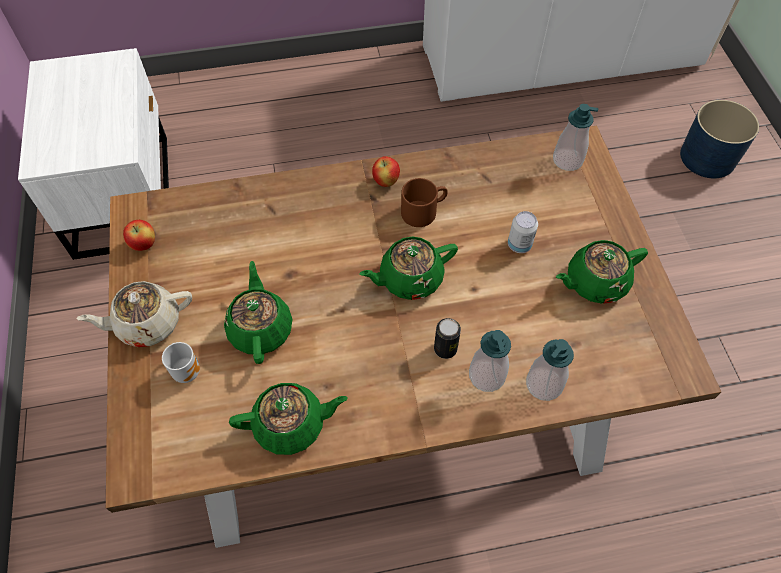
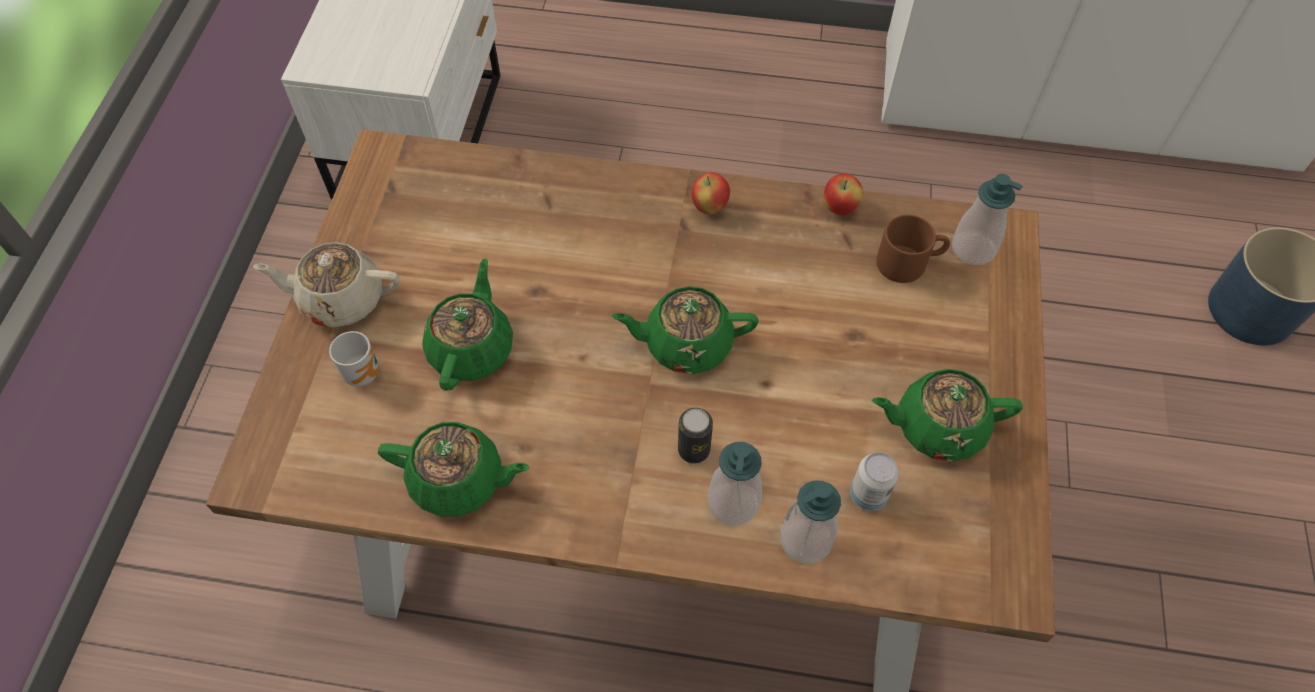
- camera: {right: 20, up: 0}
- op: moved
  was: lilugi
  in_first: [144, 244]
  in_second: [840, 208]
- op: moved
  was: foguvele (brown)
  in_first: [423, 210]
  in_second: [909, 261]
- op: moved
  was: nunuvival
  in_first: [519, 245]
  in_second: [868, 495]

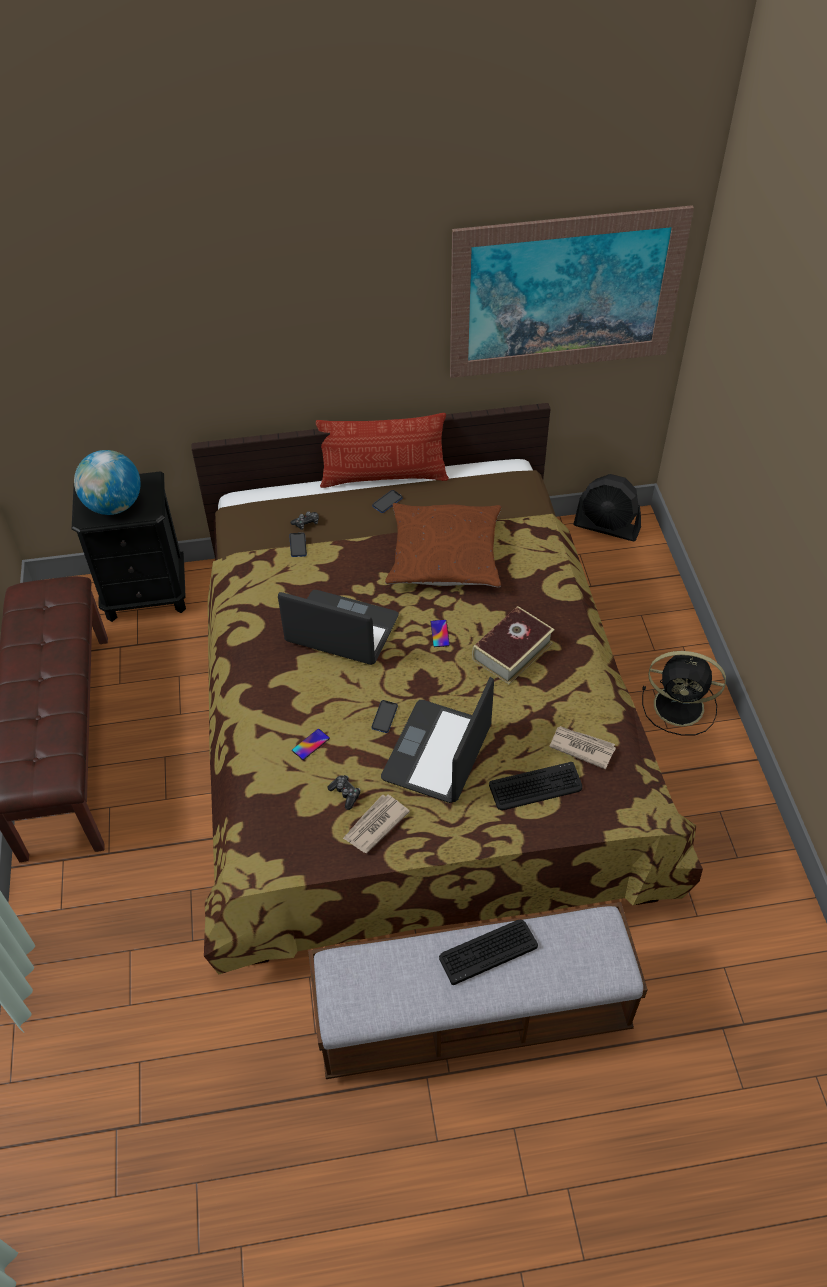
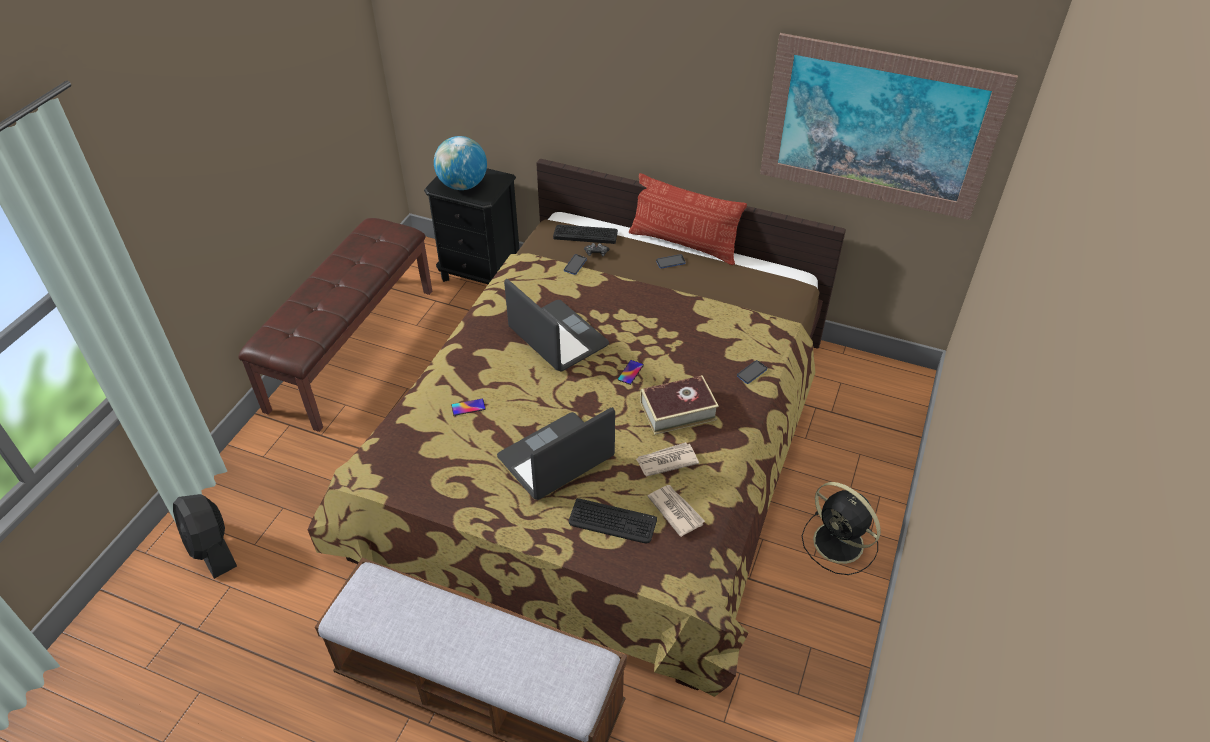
- camera: {right: 30, up: -5}
- op: removed
  was: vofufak
  in_first: [345, 794]
- op: removed
  was: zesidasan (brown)
  in_first: [444, 555]
- op: moved
  was: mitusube
  in_first: [375, 825]
  in_second: [666, 461]
- op: moved
  was: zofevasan
  in_first: [384, 717]
  in_second: [752, 372]
- op: moved
  was: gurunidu
  in_first: [487, 951]
  in_second: [585, 234]
- op: moved
  was: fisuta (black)
  in_first: [607, 527]
  in_second: [212, 548]

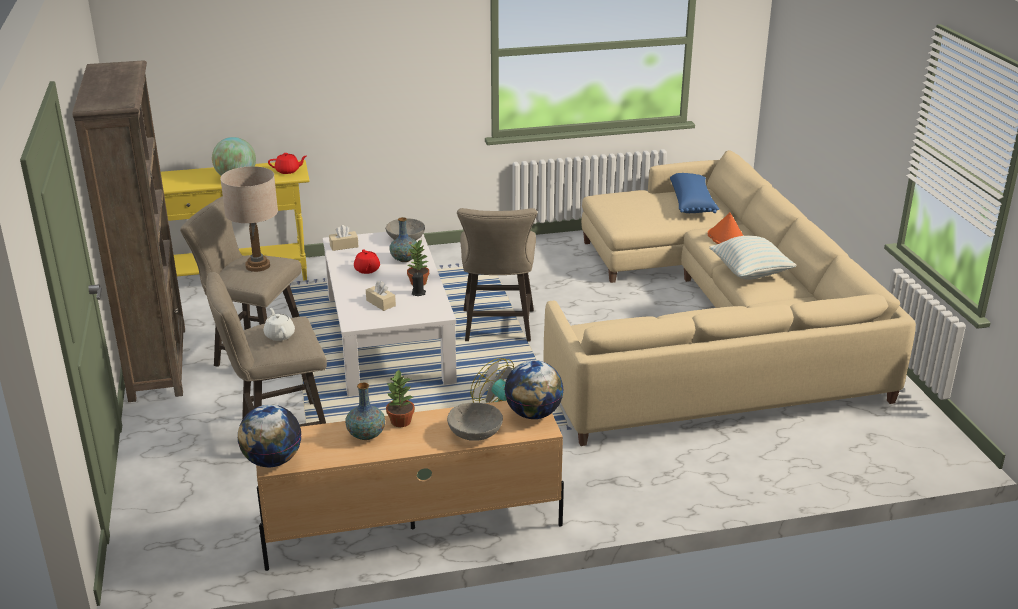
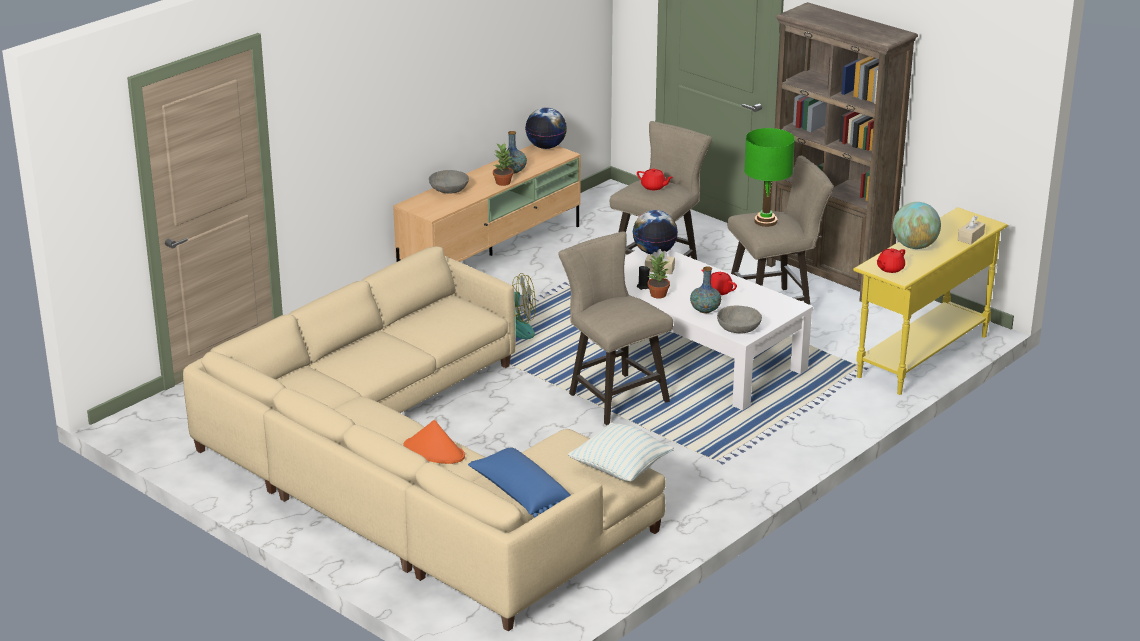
- camera: {right: 145, up: 0}
- op: moved
  was: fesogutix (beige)
  in_first: [344, 246]
  in_second: [970, 237]
- op: moved
  was: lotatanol
  in_first: [533, 414]
  in_second: [654, 252]
- op: moved
  was: zesidasan
  in_first: [750, 272]
  in_second: [620, 470]
- op: recoloured
  was: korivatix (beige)
  now: korivatix (green)
  in_first: [258, 266]
  in_second: [765, 221]
- op: recoloured
  was: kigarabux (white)
  now: kigarabux (red)
  in_first: [279, 335]
  in_second: [654, 187]

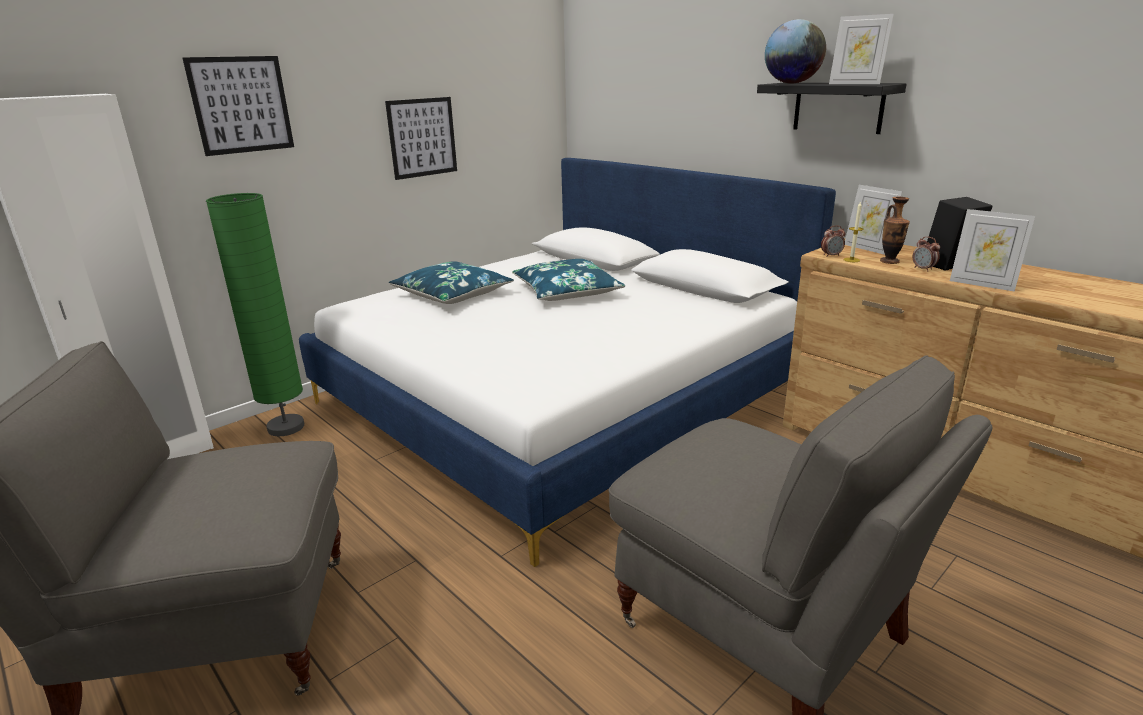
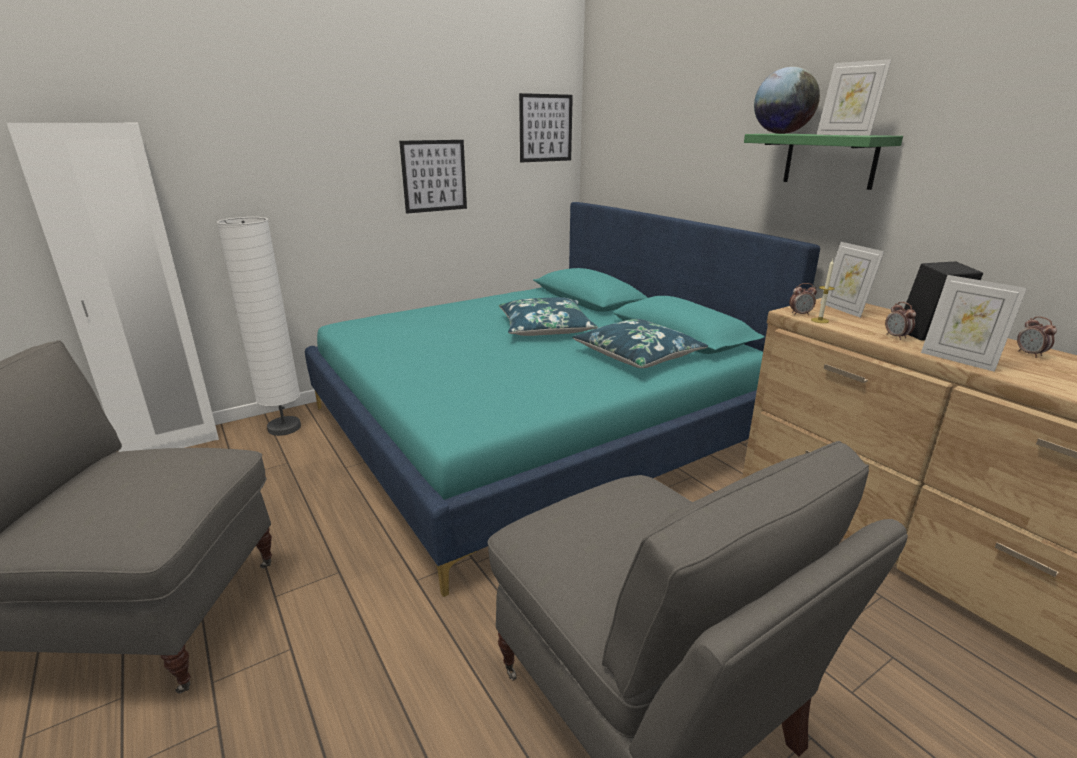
- camera: {right: 10, up: 0}
- op: removed
  was: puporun
  in_first: [889, 261]
- op: added
  now: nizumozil
  in_second: [1030, 354]
- op: moved
  was: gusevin
  in_first: [241, 105]
  in_second: [545, 128]
- op: moved
  was: zesidasan (blue)
  in_first: [452, 295]
  in_second: [638, 356]
- op: recoloured
  was: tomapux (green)
  now: tomapux (white)
  in_first: [286, 427]
  in_second: [284, 428]
- op: recoloured
  was: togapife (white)
  now: togapife (turquoise)
  in_first: [561, 397]
  in_second: [534, 427]
- op: recoloured
  was: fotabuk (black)
  now: fotabuk (green)
  in_first: [838, 107]
  in_second: [829, 160]

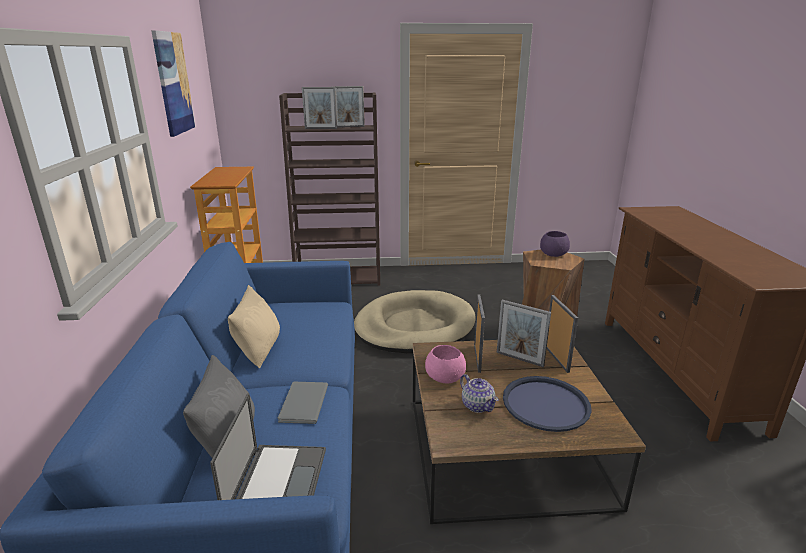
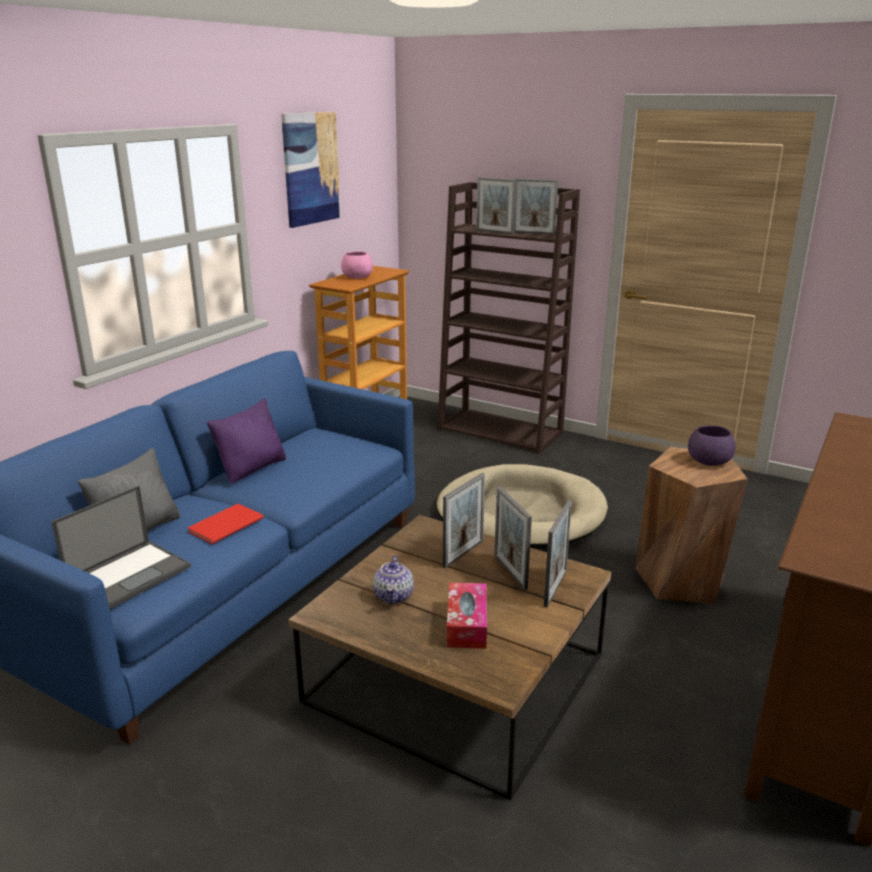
- camera: {right: 35, up: 0}
- op: moved
  was: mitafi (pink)
  in_first: [445, 377]
  in_second: [357, 277]
- op: replaced
  was: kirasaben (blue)
  now: fesogutix
  in_first: [545, 404]
  in_second: [466, 624]
- op: recoloured
  was: zesidasan (beige)
  now: zesidasan (purple)
  in_first: [258, 350]
  in_second: [252, 468]
- op: recoloured
  was: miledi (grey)
  now: miledi (red)
  in_first: [302, 404]
  in_second: [223, 525]

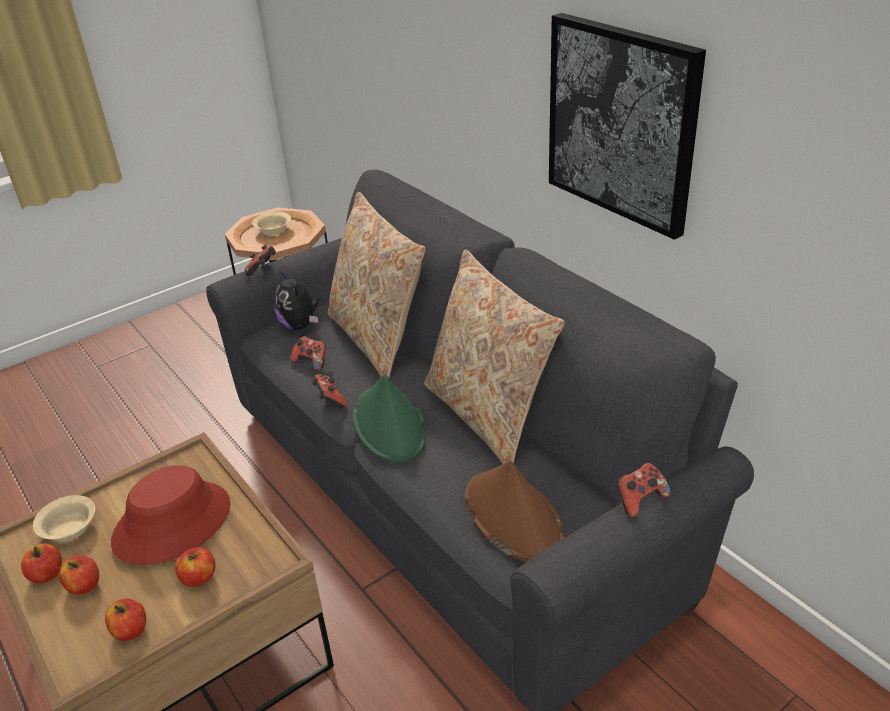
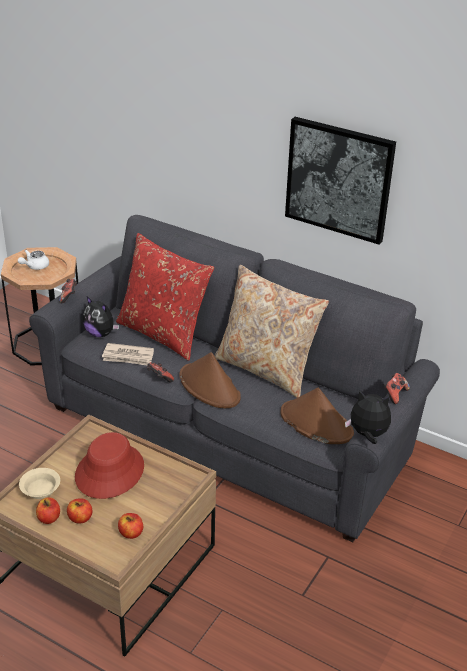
- camera: {right: -25, up: 0}
- op: removed
  was: lilugi
  in_first: [199, 577]
- op: added
  now: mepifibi
  in_second: [367, 435]
- op: replaced
  was: mitafi (beige)
  now: kigarabux (white)
  in_first: [273, 230]
  in_second: [34, 266]
- op: replaced
  was: vofufak
  now: mitusube
  in_first: [311, 362]
  in_second: [128, 357]
- op: recoloured
  was: zesidasan (beige)
  now: zesidasan (red)
  in_first: [378, 338]
  in_second: [163, 333]
- op: recoloured
  was: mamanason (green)
  now: mamanason (brown)
  in_first: [389, 426]
  in_second: [210, 387]

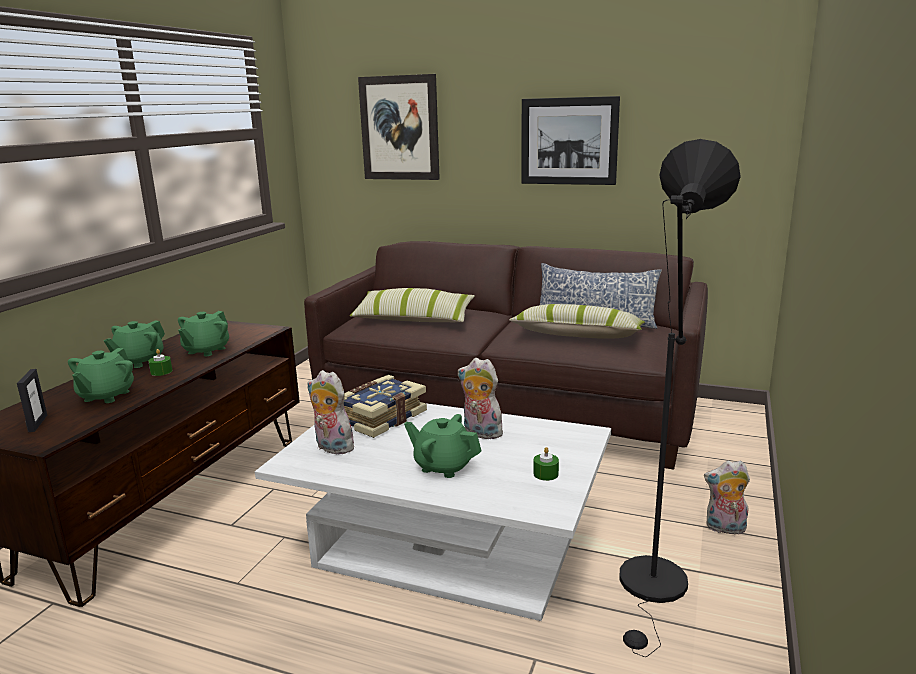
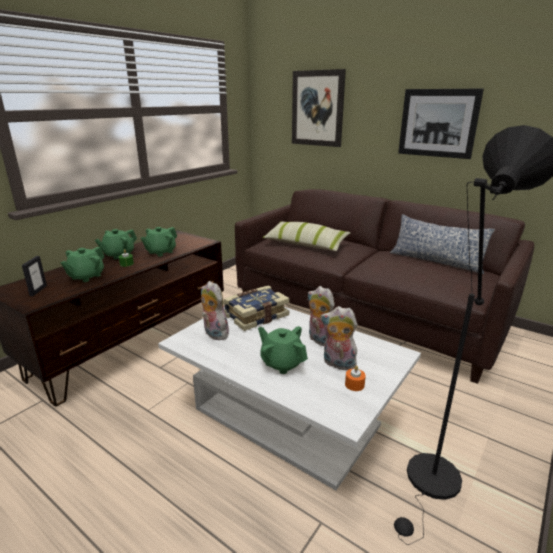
- camera: {right: 15, up: 5}
- op: removed
  was: zesidasan
  in_first: [577, 335]
- op: moved
  was: mepifibi
  in_first: [724, 528]
  in_second: [337, 364]
- op: recoloured
  was: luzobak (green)
  now: luzobak (orange)
  in_first: [545, 474]
  in_second: [354, 384]

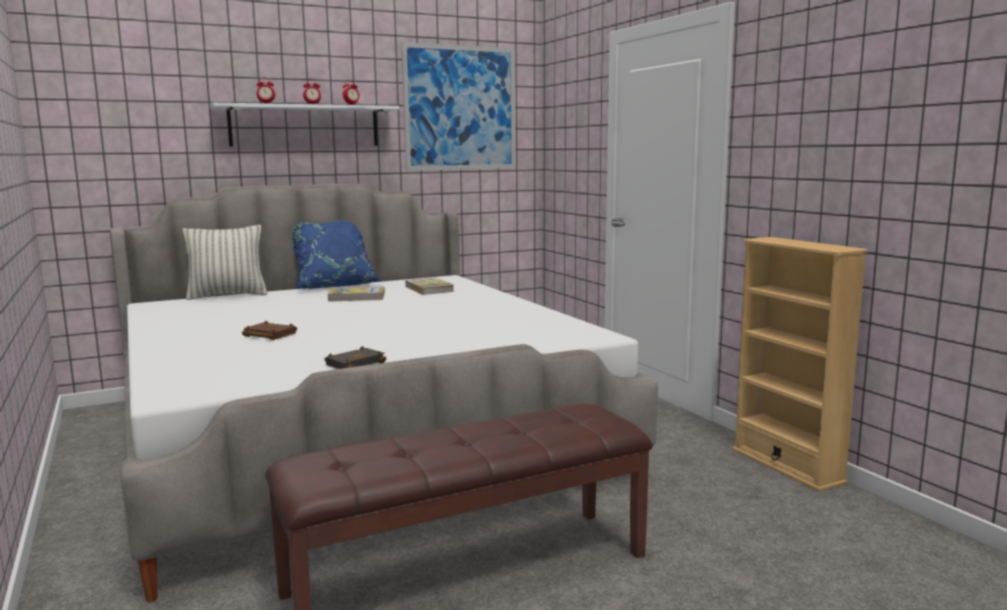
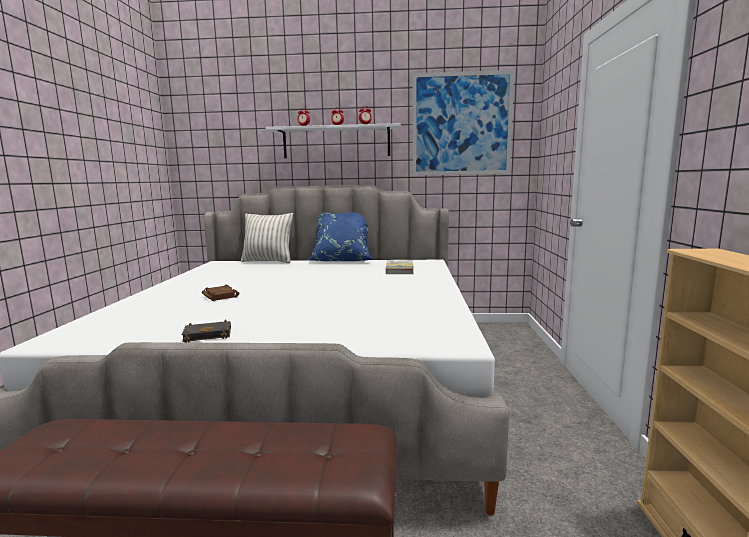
- camera: {right: 30, up: 0}
- op: removed
  was: miledi
  in_first: [357, 297]

